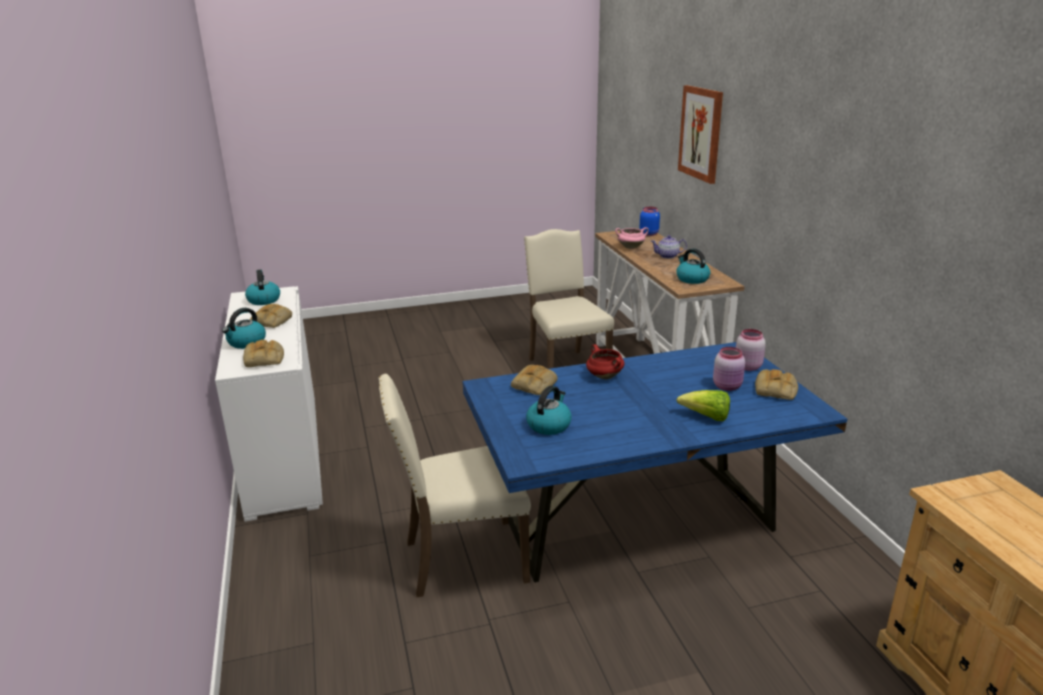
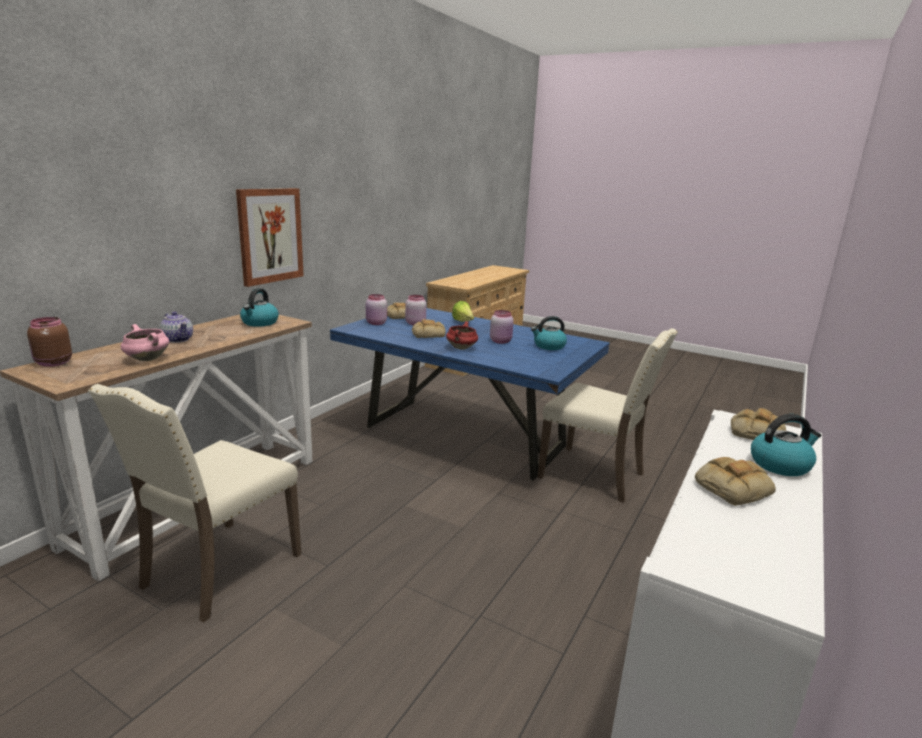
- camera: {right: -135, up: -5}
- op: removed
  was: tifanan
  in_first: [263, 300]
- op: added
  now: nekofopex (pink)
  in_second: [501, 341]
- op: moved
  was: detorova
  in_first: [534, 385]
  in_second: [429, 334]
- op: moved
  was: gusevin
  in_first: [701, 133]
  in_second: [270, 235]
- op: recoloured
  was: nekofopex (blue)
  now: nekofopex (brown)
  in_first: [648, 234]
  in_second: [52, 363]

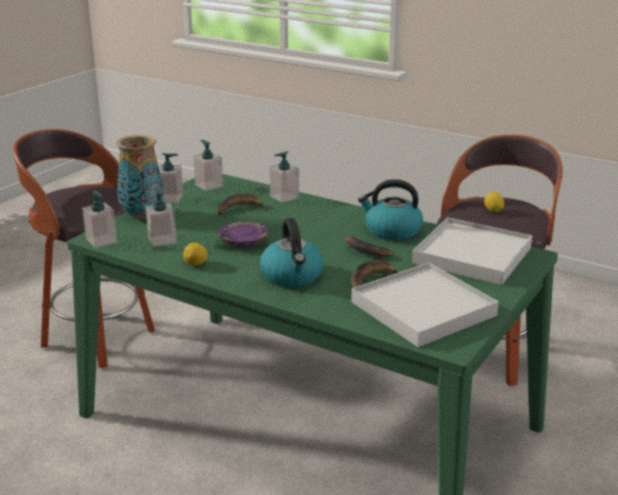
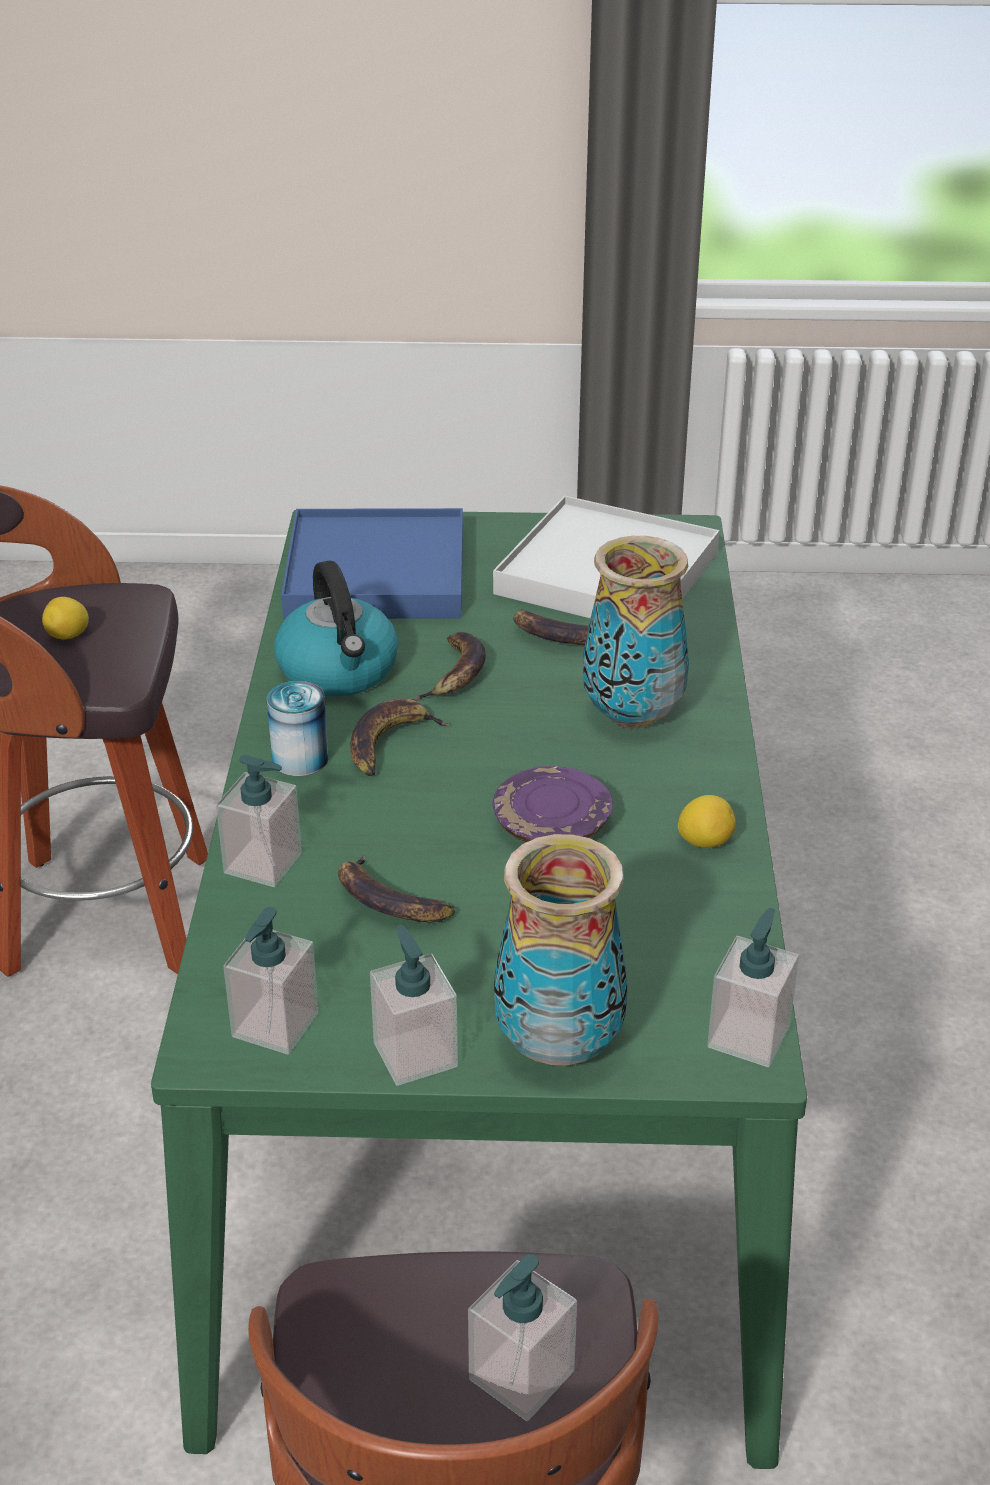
- camera: {right: -120, up: 10}
- op: added
  now: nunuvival
  in_second: [300, 759]
- op: added
  now: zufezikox
  in_second: [390, 743]
- op: moved
  was: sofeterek
  in_first: [162, 240]
  in_second: [521, 1376]
- op: replaced
  was: tifanan
  now: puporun
  in_first: [292, 276]
  in_second: [631, 716]
- op: recoloured
  was: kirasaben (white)
  now: kirasaben (blue)
  in_first: [472, 255]
  in_second: [377, 573]

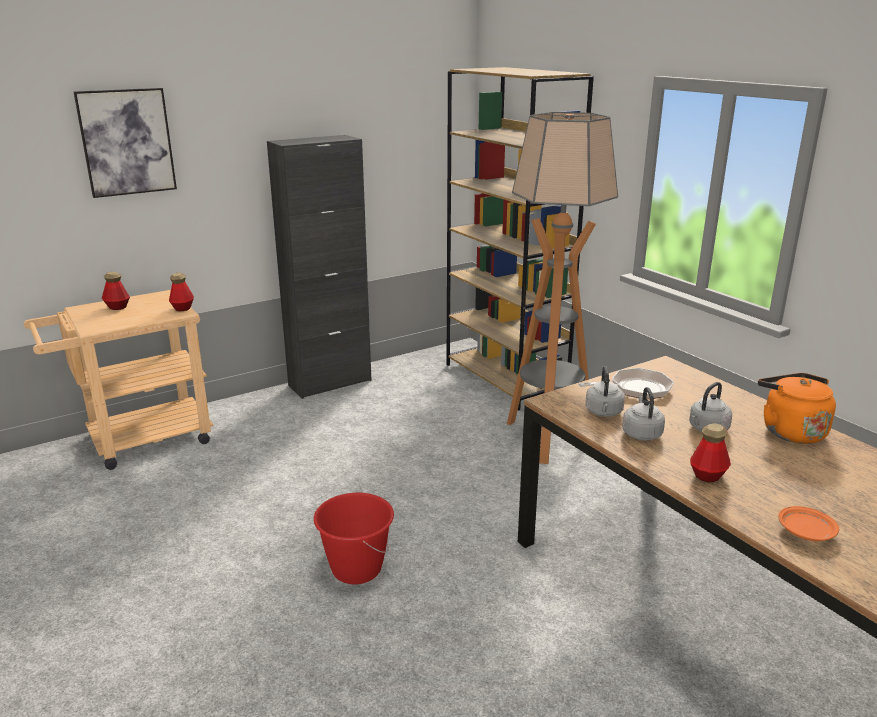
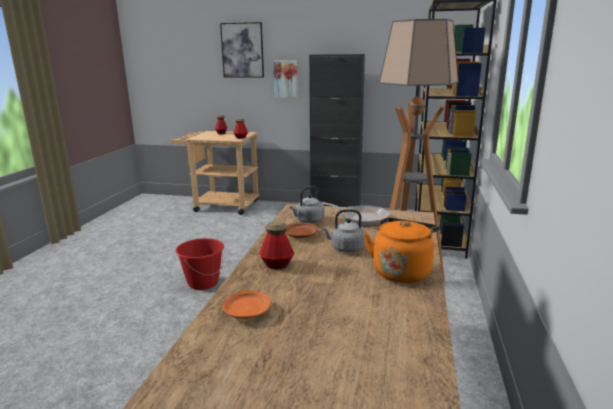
- camera: {right: 45, up: -5}
- op: added
  now: gusevin
  in_second: [286, 79]
- op: replaced
  was: tifanan (grey)
  now: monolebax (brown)
  in_first: [641, 433]
  in_second: [300, 235]

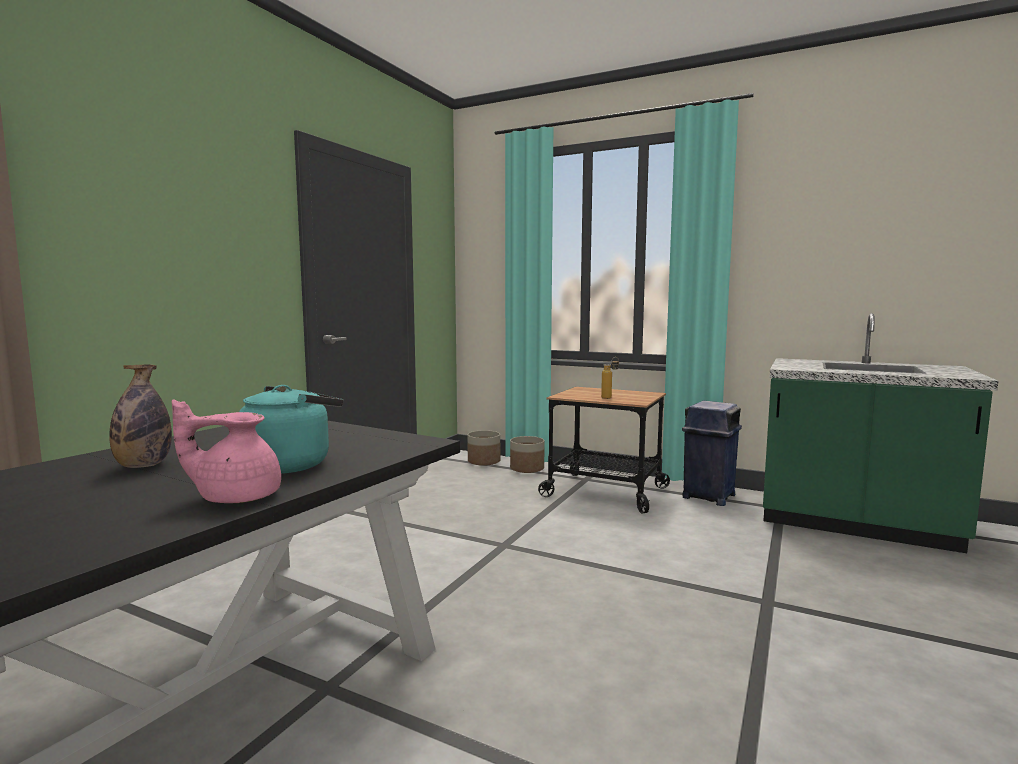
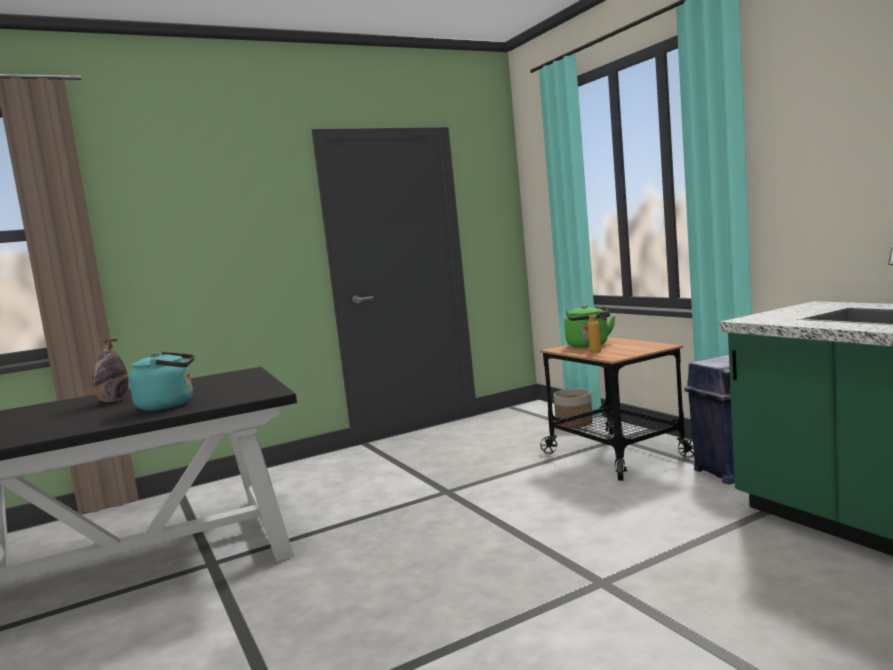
- camera: {right: 35, up: 0}
- op: removed
  was: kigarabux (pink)
  in_first: [236, 497]
- op: removed
  was: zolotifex
  in_first: [484, 461]
- op: added
  now: tifanan (green)
  in_second: [588, 345]

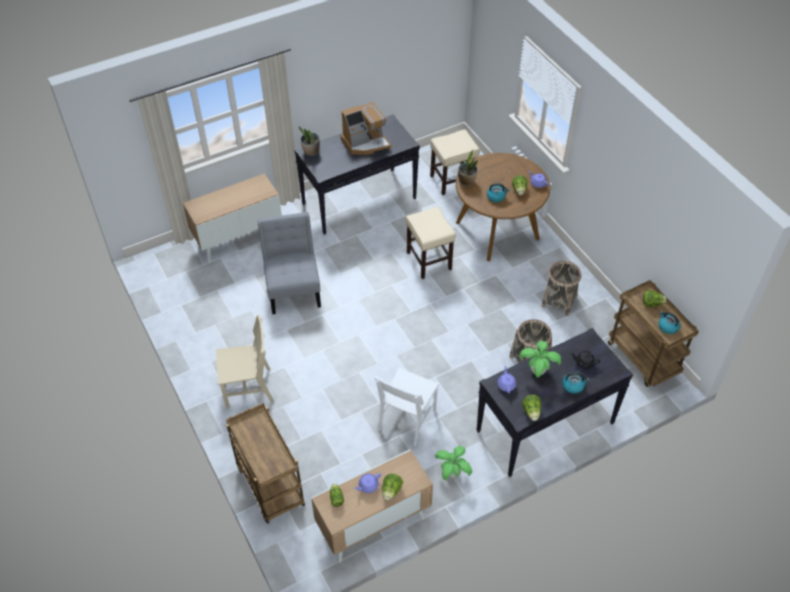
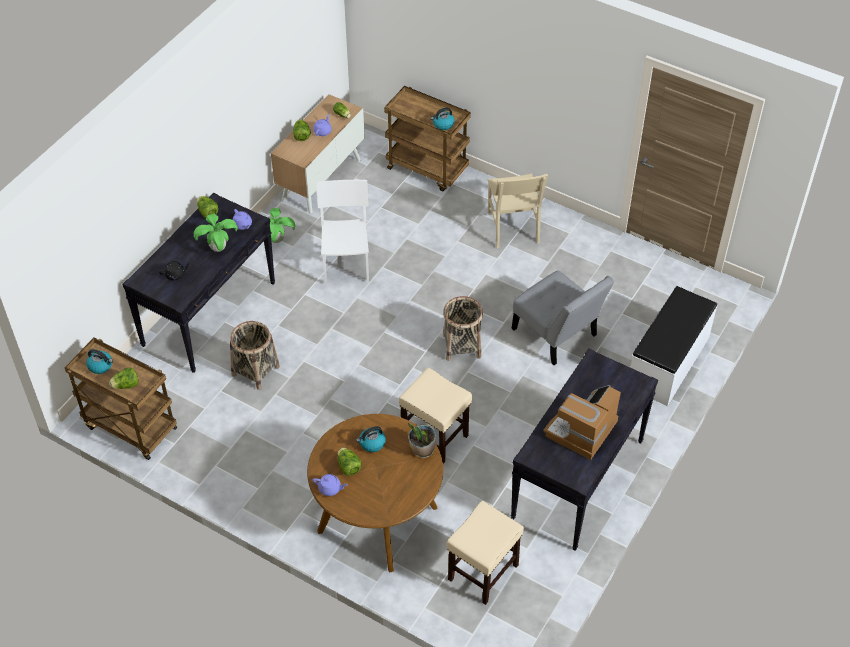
- camera: {right: 150, up: 0}
- op: removed
  was: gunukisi
  in_first: [311, 151]
- op: moved
  was: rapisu
  in_first: [559, 301]
  in_second: [462, 345]
- op: moved
  was: tifanan
  in_first: [573, 385]
  in_second: [443, 124]
- op: replaced
  was: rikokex
  now: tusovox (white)
  in_first: [238, 238]
  in_second: [669, 362]
- op: turned
  was: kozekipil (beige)
  in_first: [248, 388]
  in_second: [513, 227]
  clockwise: -60

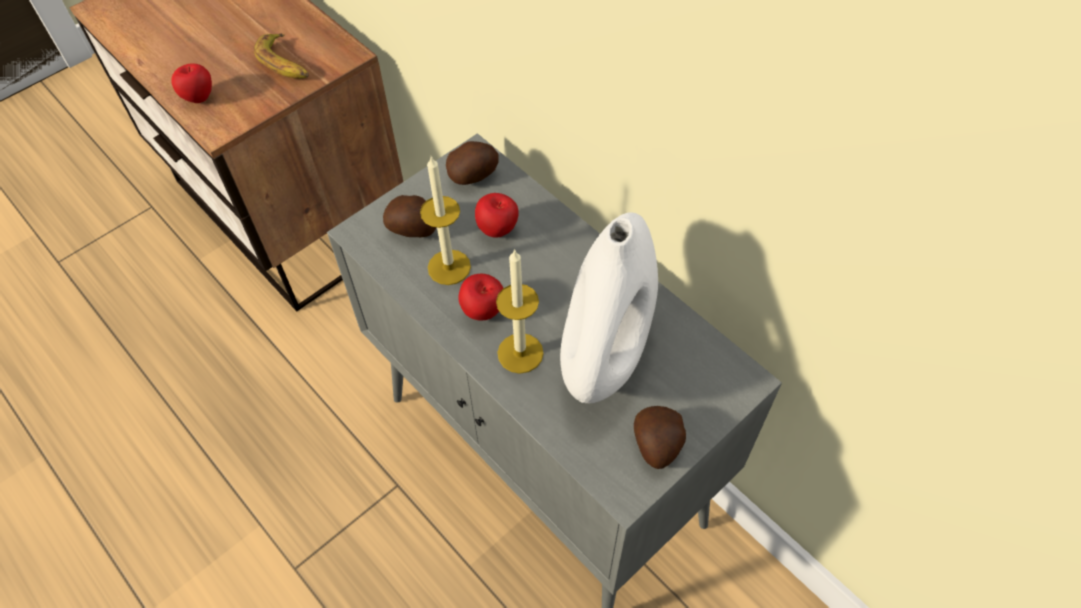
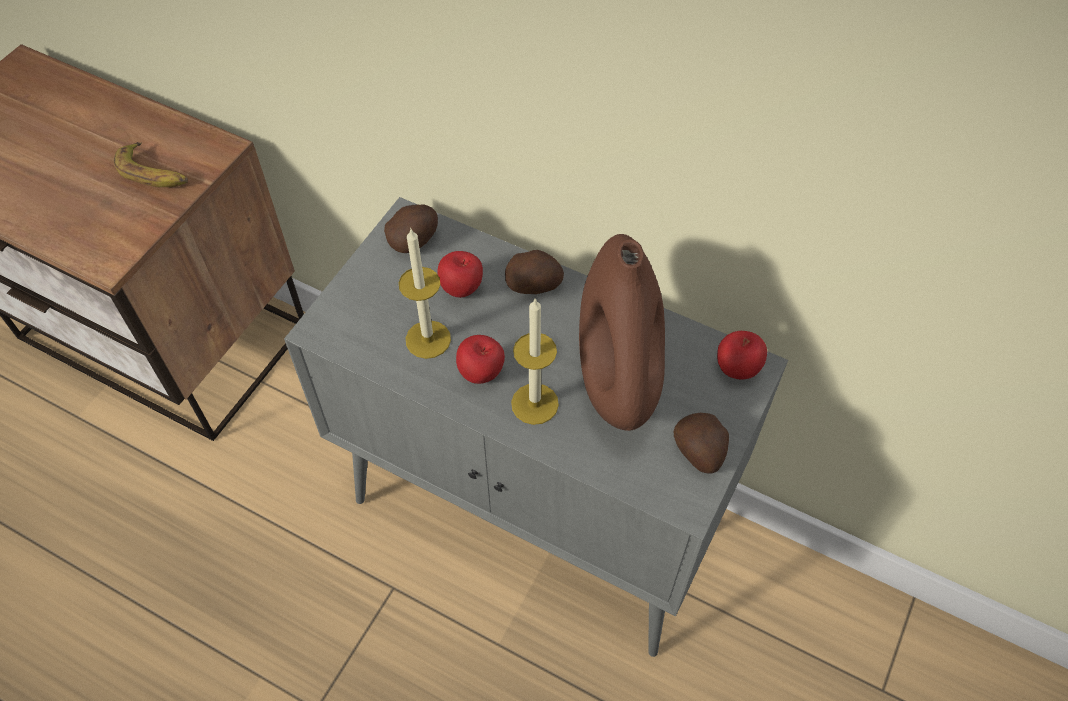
- camera: {right: -20, up: 0}
- op: moved
  was: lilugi
  in_first: [199, 98]
  in_second: [737, 369]
- op: moved
  was: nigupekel
  in_first: [413, 229]
  in_second: [534, 285]
- op: recoloured
  was: puporun (white)
  now: puporun (brown)
  in_first: [605, 353]
  in_second: [617, 380]

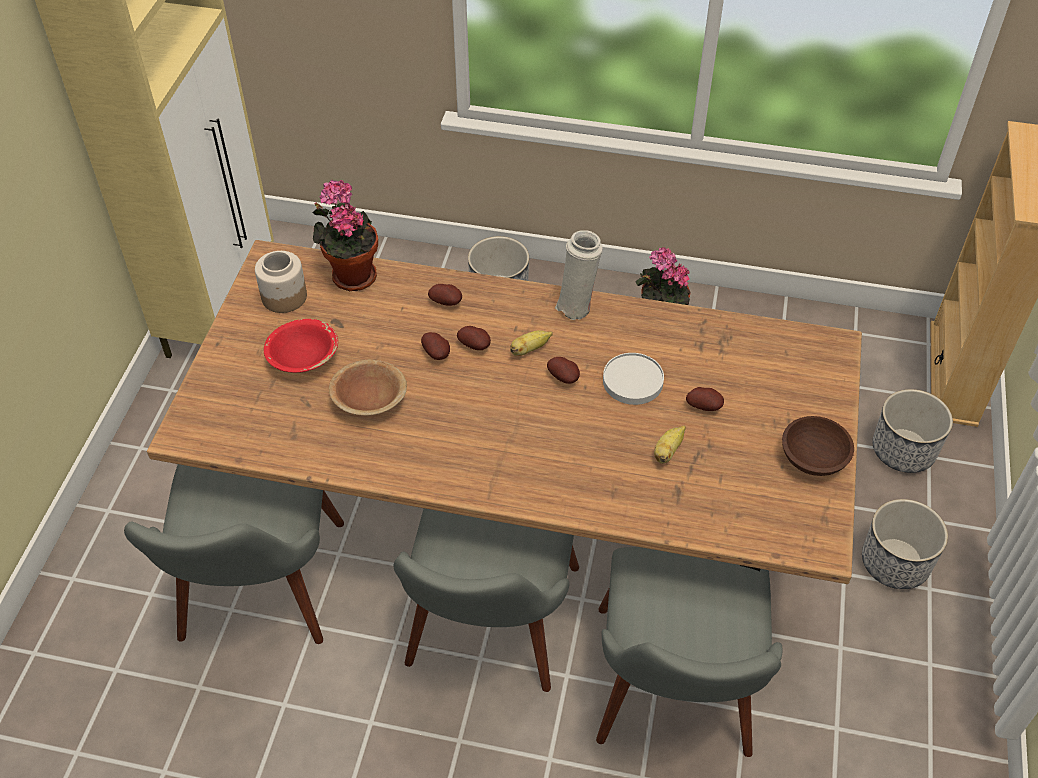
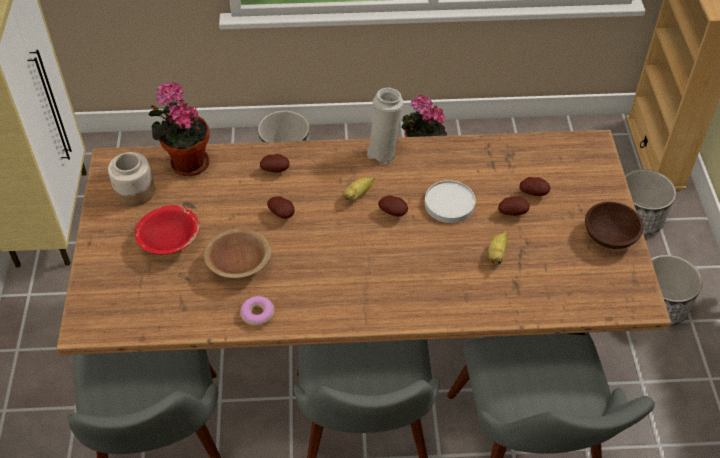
- camera: {right: -15, up: 0}
- op: added
  now: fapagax
  in_second: [257, 314]
- op: moved
  was: nigupekel
  in_first: [475, 346]
  in_second: [534, 193]

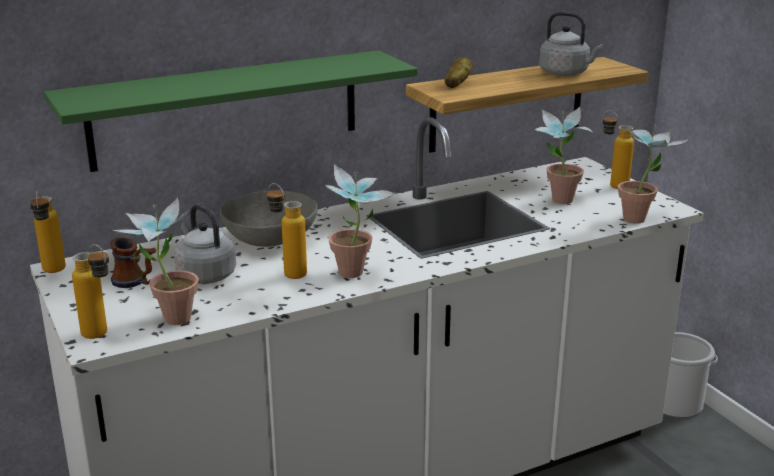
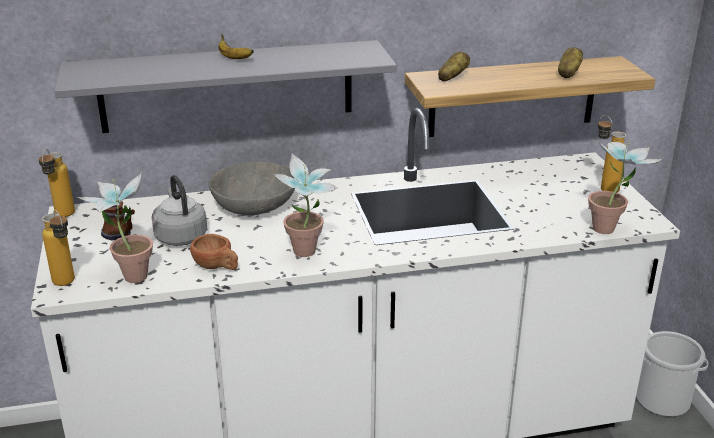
- camera: {right: 15, up: 5}
- op: removed
  was: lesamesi
  in_first: [288, 272]
- op: removed
  was: gunukisi
  in_first: [557, 202]
- op: added
  now: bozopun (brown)
  in_second: [217, 267]
- op: added
  now: zufezikox
  in_second: [233, 58]
- op: replaced
  was: tifanan (grey)
  now: nigupekel
  in_first: [566, 73]
  in_second: [568, 74]
- op: recoloured
  was: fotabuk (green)
  now: fotabuk (grey)
  in_first: [227, 109]
  in_second: [227, 86]

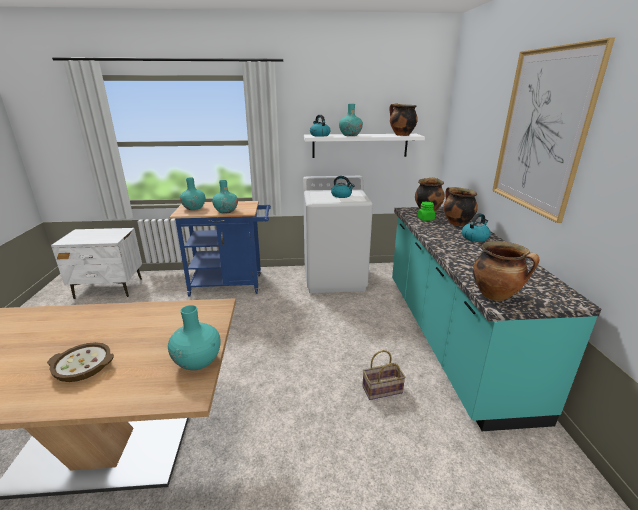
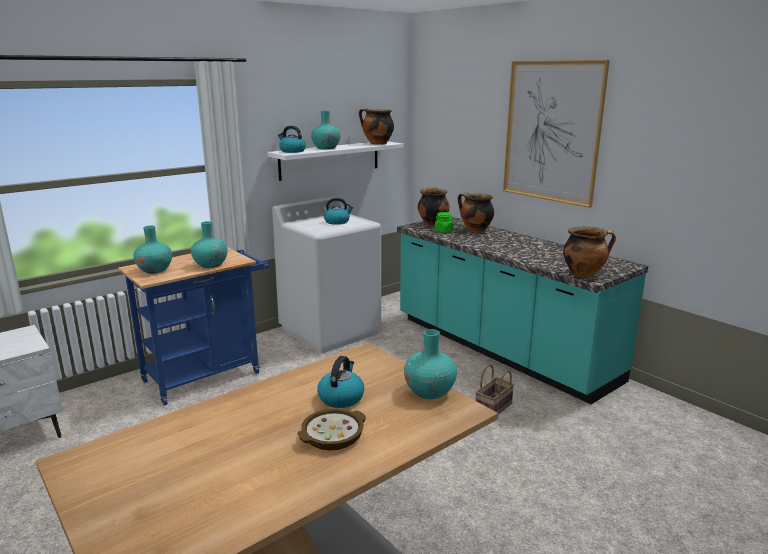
- camera: {right: -35, up: -5}
- op: moved
  was: tifanan
  in_first: [475, 237]
  in_second: [341, 397]

